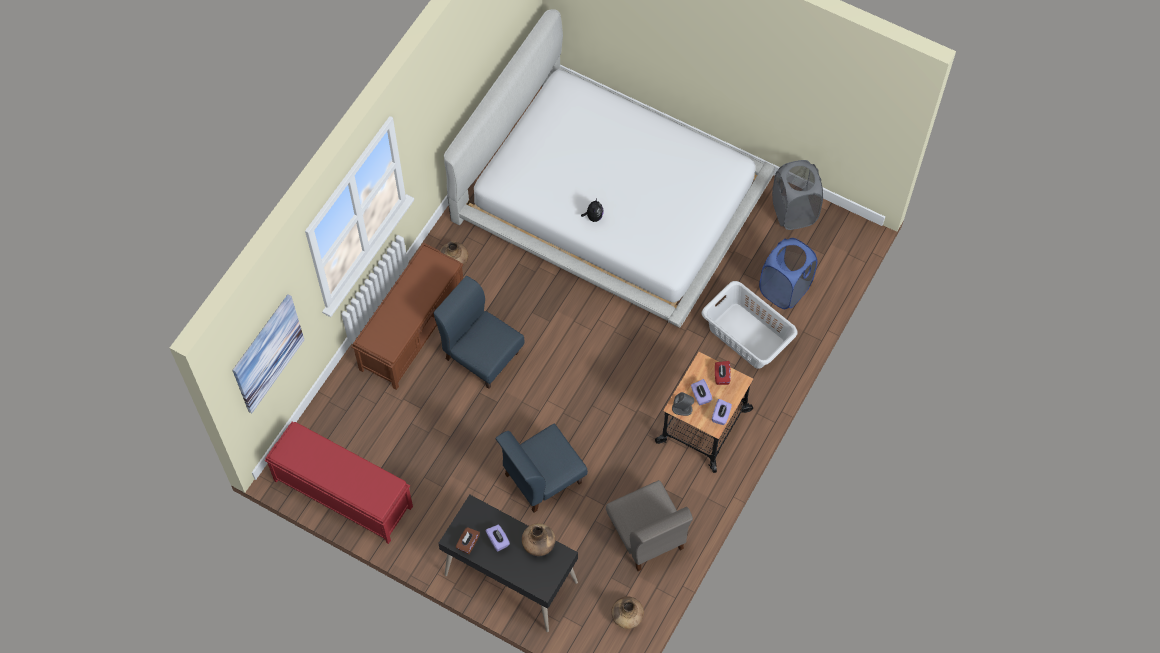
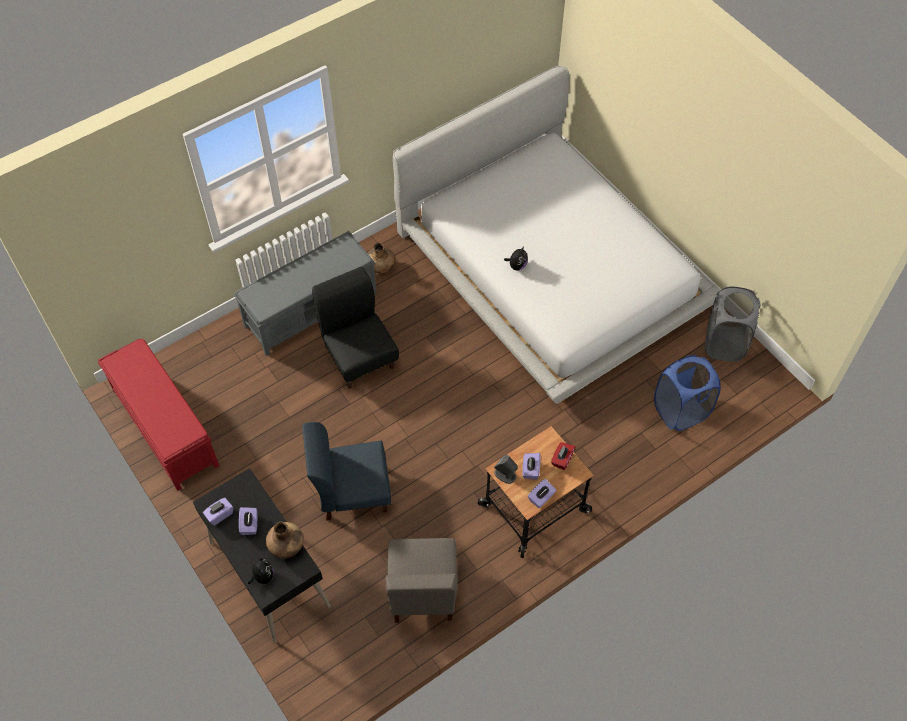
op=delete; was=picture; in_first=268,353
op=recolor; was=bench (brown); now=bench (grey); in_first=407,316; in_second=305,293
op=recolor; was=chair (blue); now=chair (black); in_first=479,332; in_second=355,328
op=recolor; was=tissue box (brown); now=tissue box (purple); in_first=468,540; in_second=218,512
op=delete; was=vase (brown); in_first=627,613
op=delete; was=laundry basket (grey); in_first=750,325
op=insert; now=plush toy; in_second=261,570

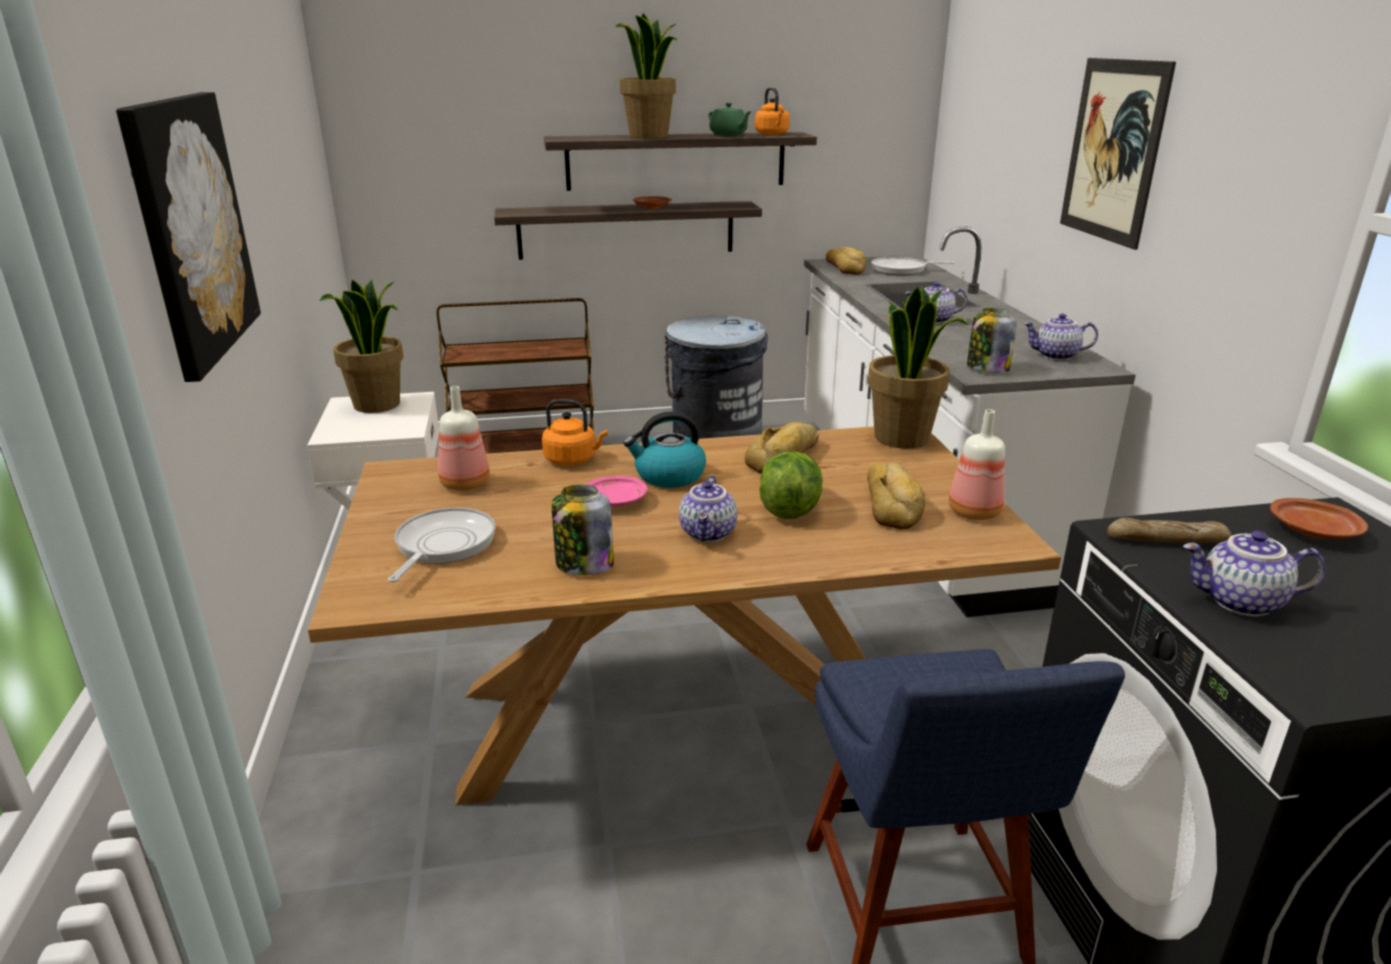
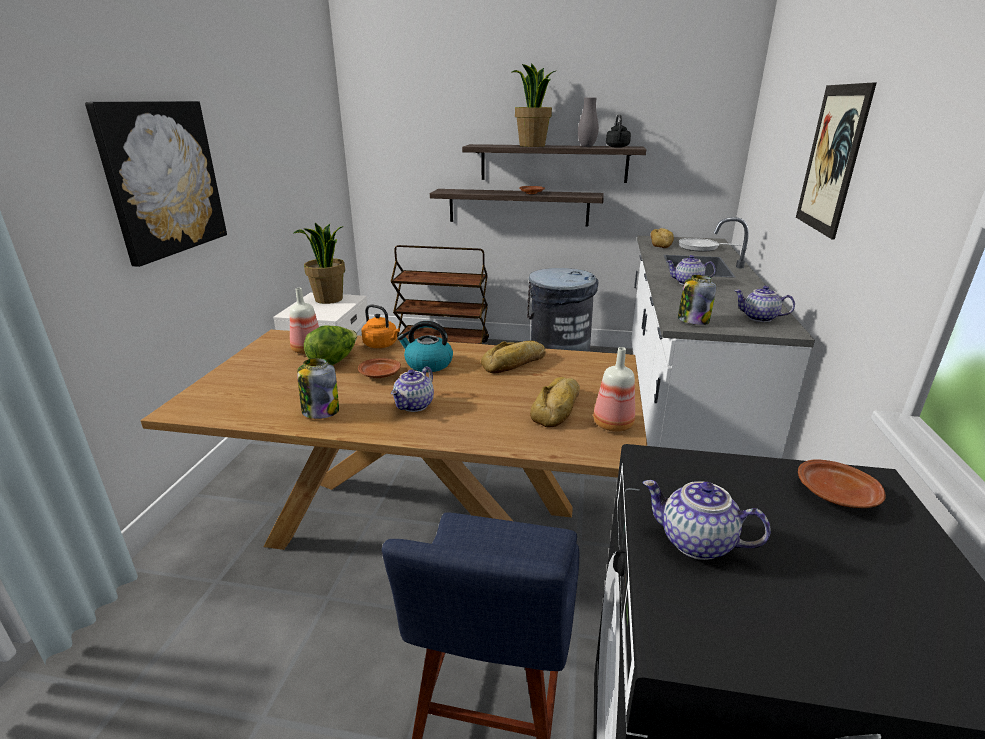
op=delete; was=frying pan; in_first=441,545
op=recolor; was=plate (pink); now=plate (brown); in_first=616,491; in_second=379,368
op=replace; was=teapot (green); now=vase (grey); in_first=730,119; in_second=588,122
op=recolor; was=kettle (orange); now=kettle (black); in_first=772,111; in_second=618,131
op=move; was=lettuce; in_first=791,485; in_second=330,345
op=delete; was=potted plant; in_first=918,368
op=delete; was=bread; in_first=1169,530

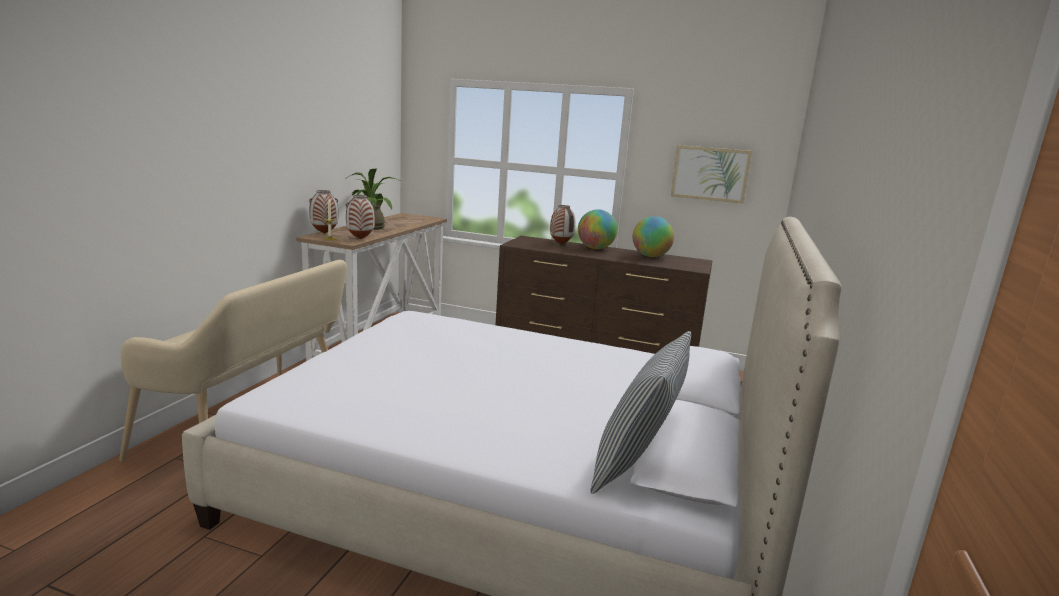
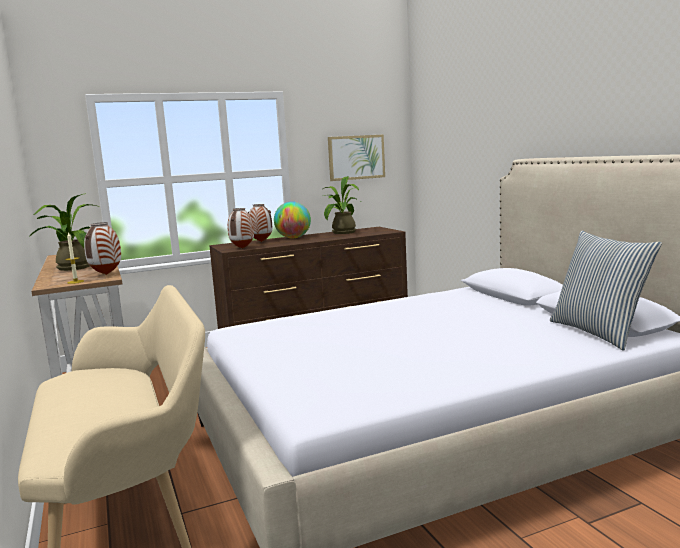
op=move; was=vase; in_first=323,212; in_second=240,228
op=replace; was=globe; now=potted plant; in_first=653,236; in_second=341,205

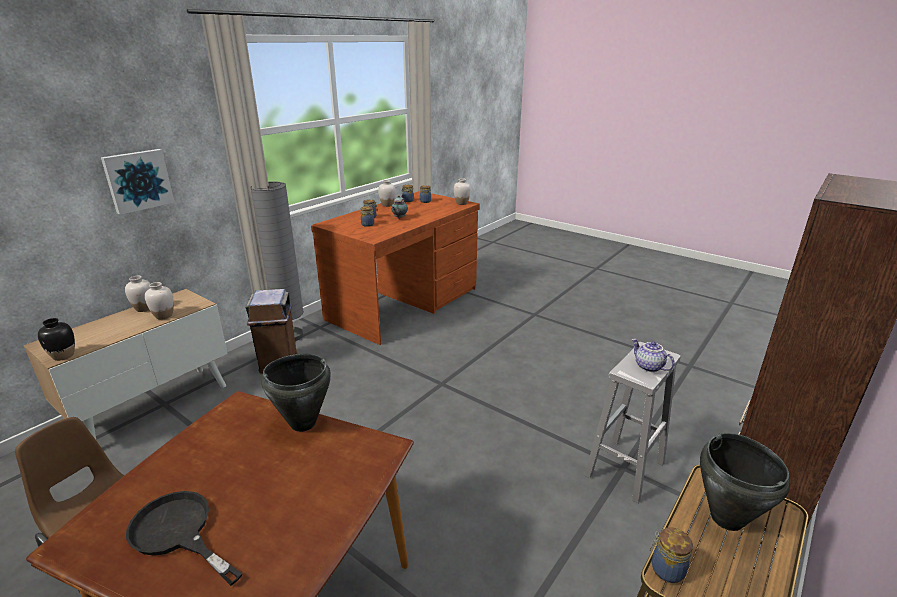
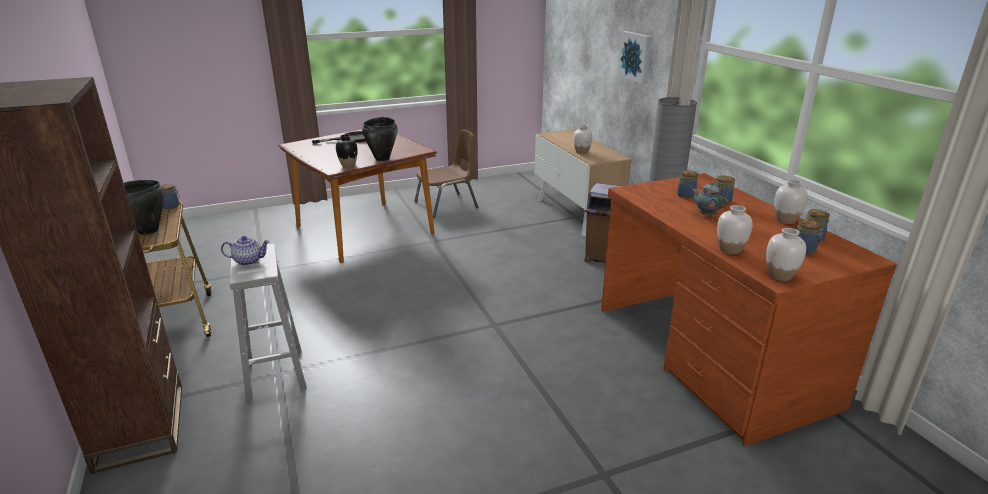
op=move; was=vase (black); in_first=56,339; in_second=347,150
op=move; was=vase (white); in_first=138,294; in_second=735,229

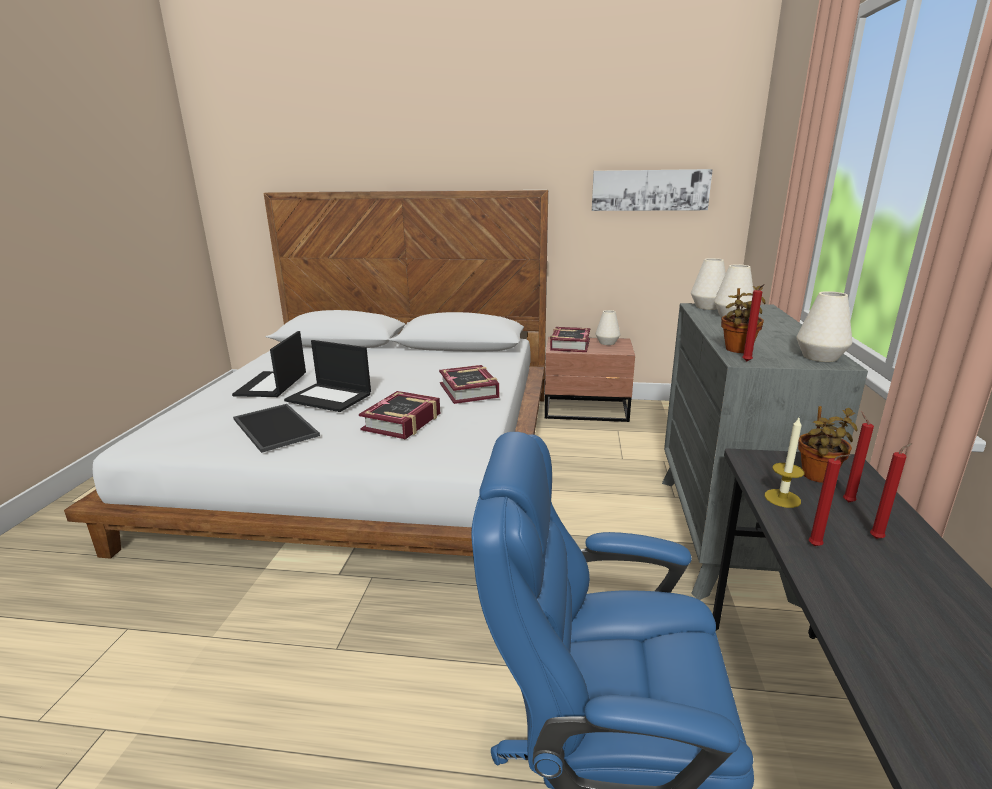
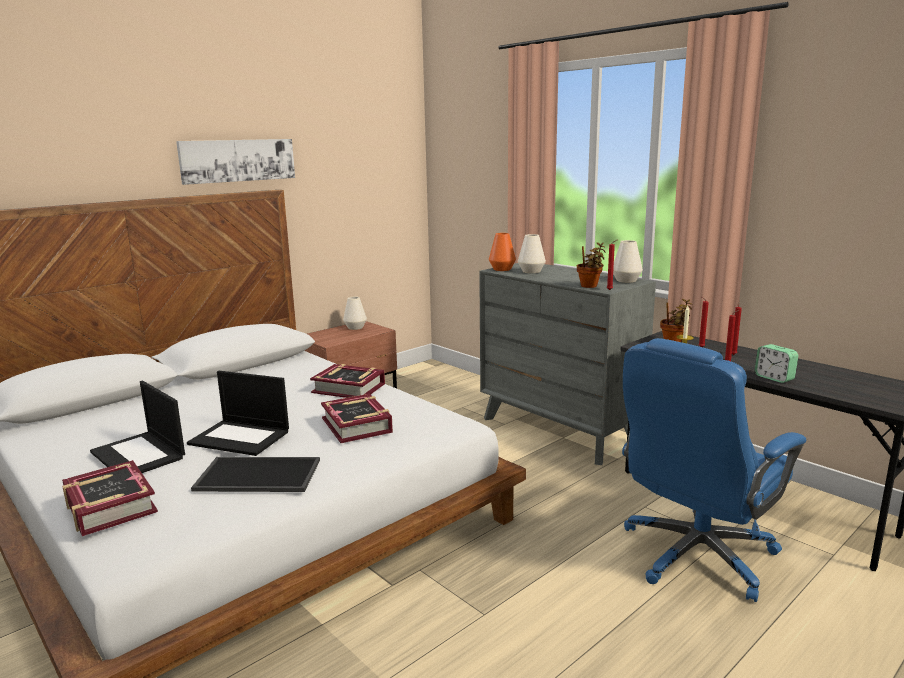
op=rotate; was=laptop; in_first=327,376; in_second=238,413; clockwise=45
op=move; was=book; in_first=570,339; in_second=110,498
op=move; was=picture; in_first=652,190; in_second=235,162
op=recolor; was=vase (white); now=vase (orange); in_first=708,284; in_second=502,252
op=insert; now=alarm clock; in_second=776,363

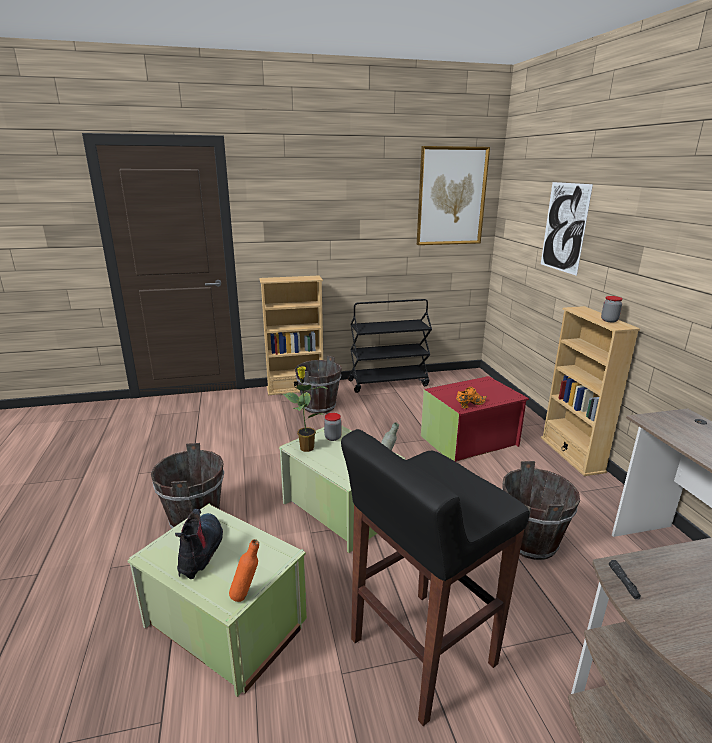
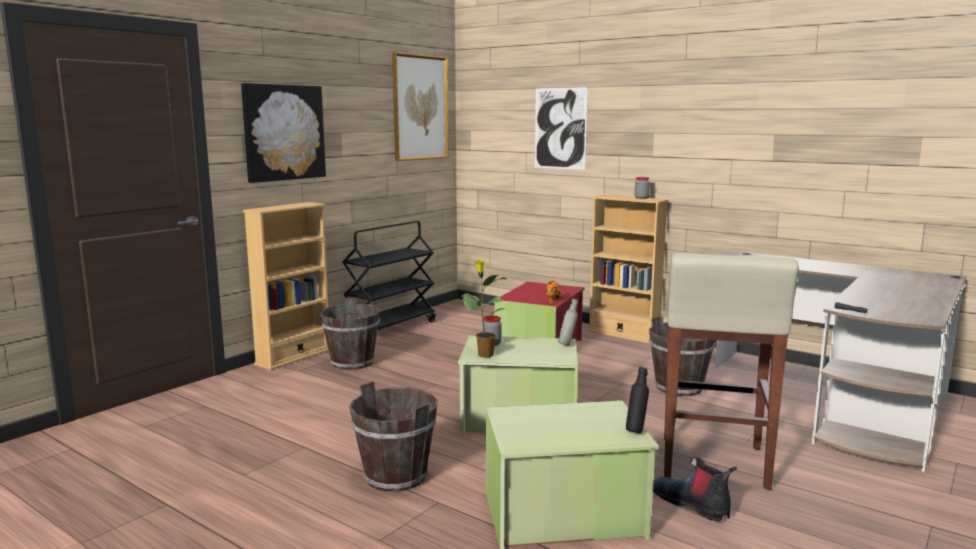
op=move; was=boot; in_first=199,544; in_second=695,489
op=recolor; was=bottle (orange); now=bottle (black); in_first=244,570; in_second=637,400
op=recolor; was=stool (black); now=stool (beige); in_first=435,577; in_second=731,371
op=insert; now=picture; in_second=283,133

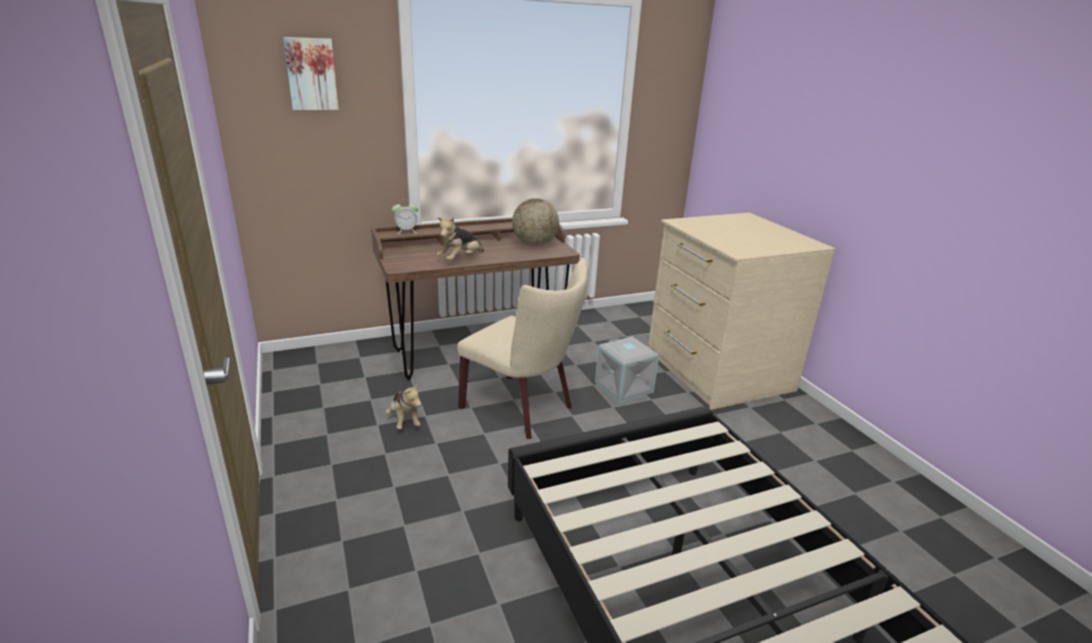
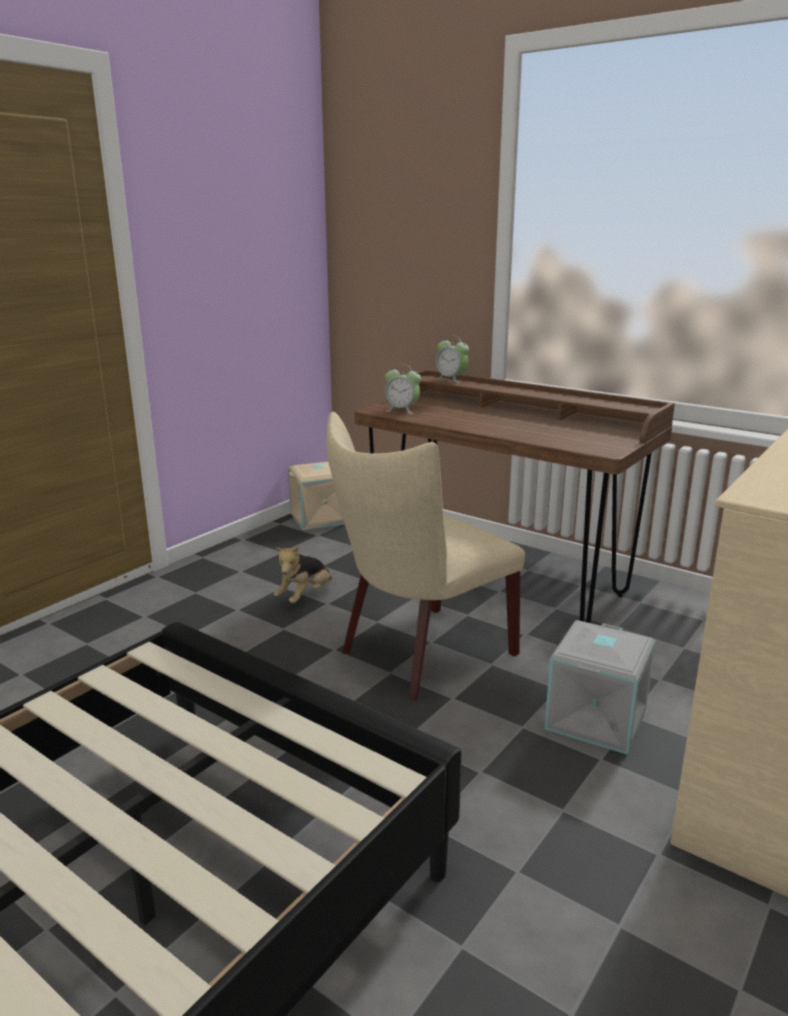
op=delete; was=picture; in_first=311,73
op=delete; was=plush toy; in_first=460,239
op=rotate; was=chair (beige); in_first=522,348; in_second=425,556; clockwise=45
op=delete; was=globe; in_first=535,222
op=insert; now=storage box (beige); in_second=316,496
op=insert; now=alarm clock; in_second=403,389

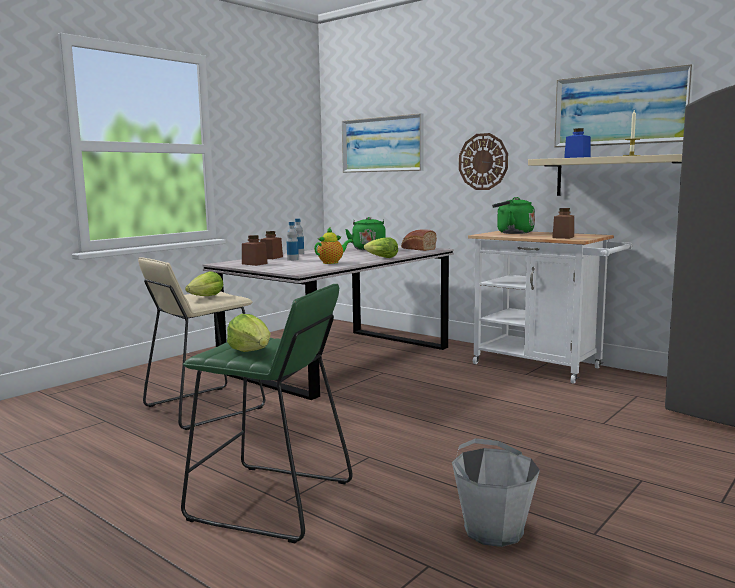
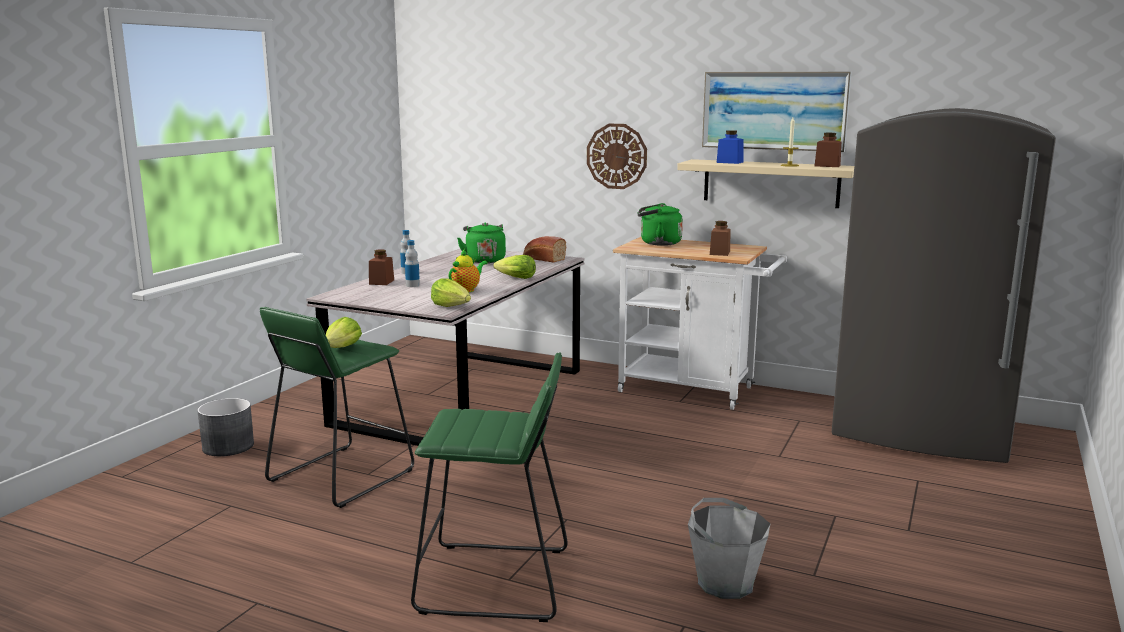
op=recolor; was=stool (beige); now=stool (green); in_first=201,343; in_second=337,407
op=move; was=lettuce; in_first=248,333; in_second=451,292
op=move; was=jar (brown); in_first=255,250; in_second=828,150
op=delete; was=picture; in_first=382,143
op=insert; now=planter (grey); in_second=225,427

